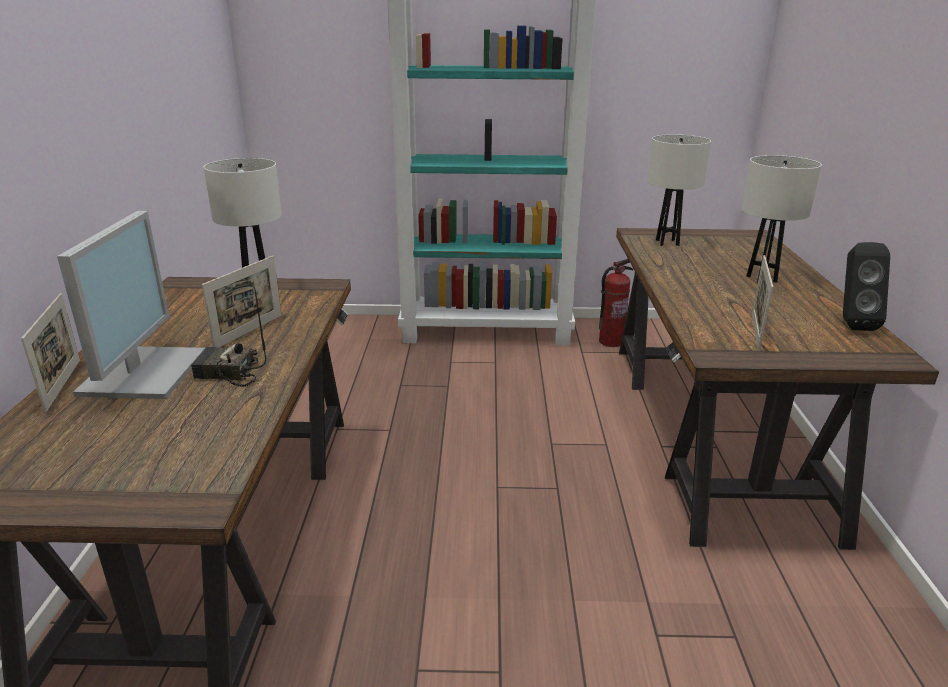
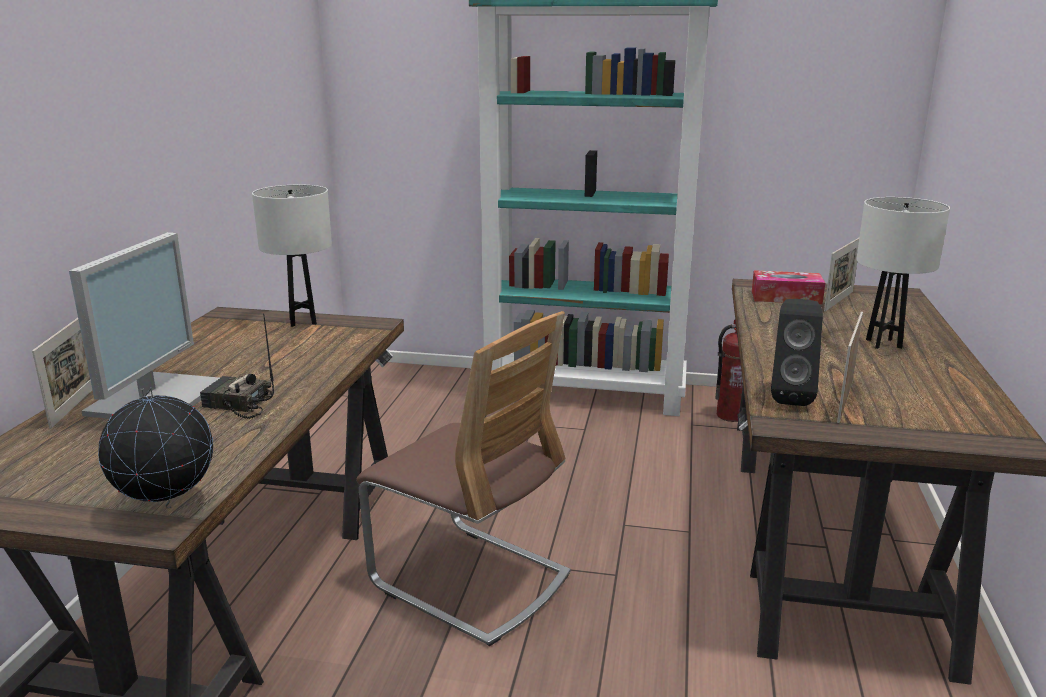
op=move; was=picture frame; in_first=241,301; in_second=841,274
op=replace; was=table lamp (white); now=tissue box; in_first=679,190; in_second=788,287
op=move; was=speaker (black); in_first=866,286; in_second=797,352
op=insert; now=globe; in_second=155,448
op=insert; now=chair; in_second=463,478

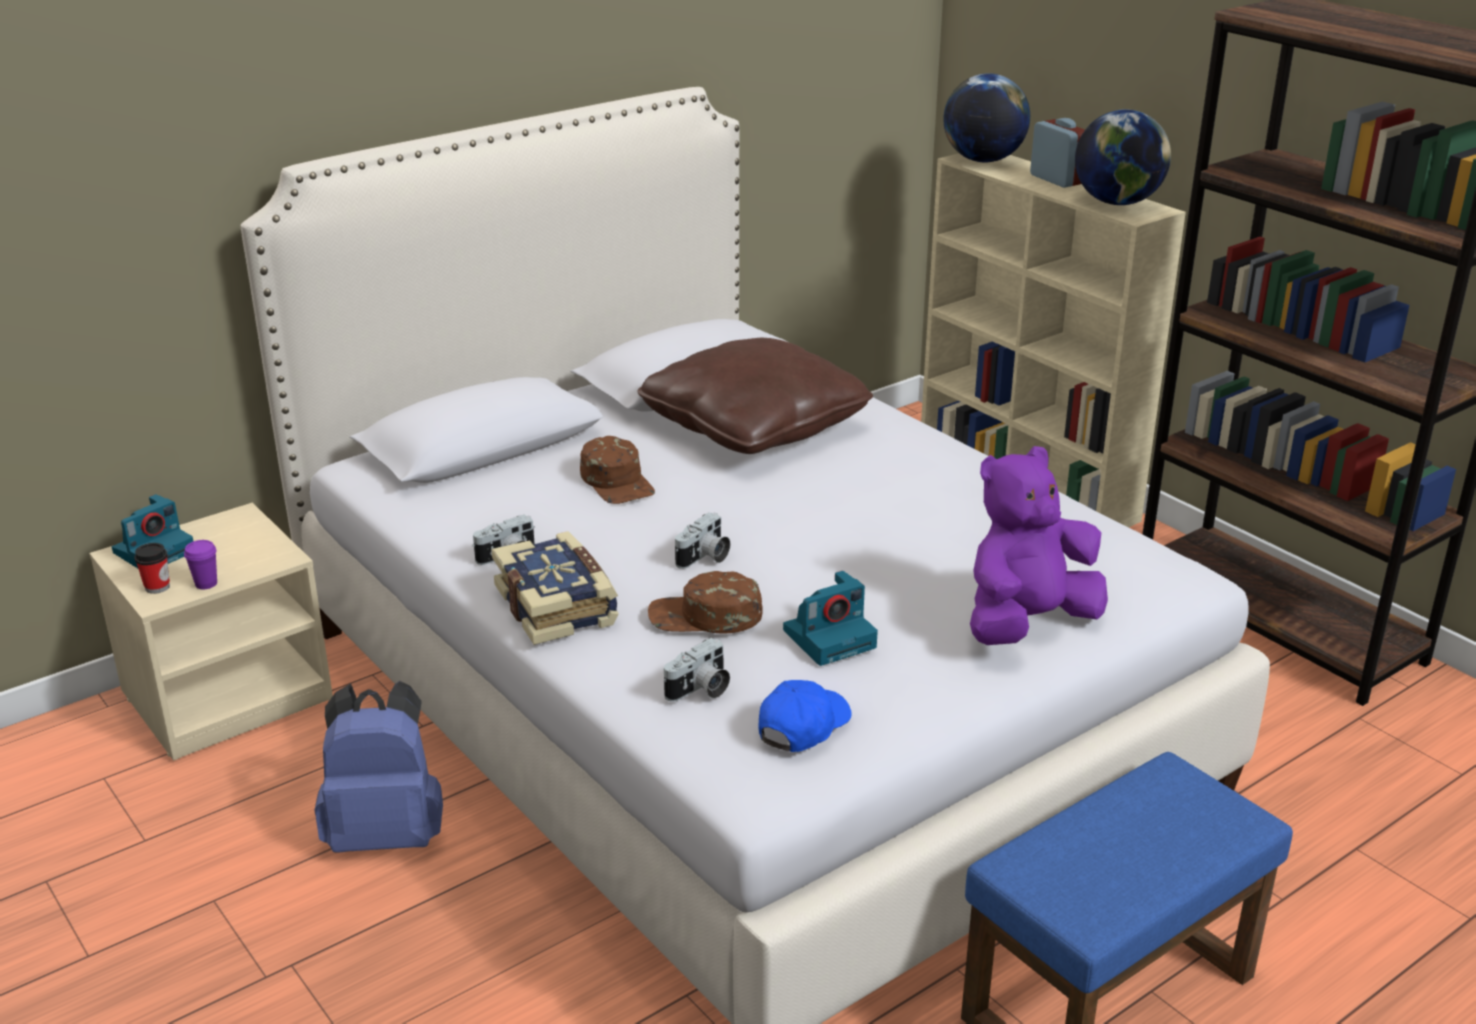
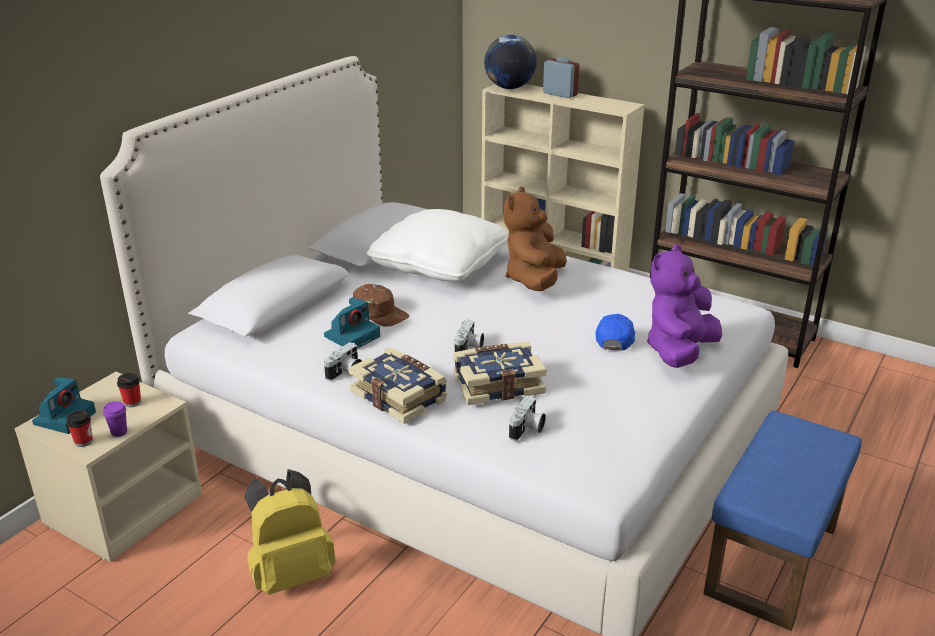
op=recolor; was=backpack (blue); now=backpack (yellow); in_first=378,767; in_second=290,532
op=recolor; was=pillow (brown); now=pillow (white); in_first=755,396; in_second=437,245
op=replace; was=cap (brown); now=book; in_first=705,602; in_second=500,373
op=move; was=cap (blue); in_first=805,716; in_second=615,332
op=move; was=photo camera; in_first=830,618; in_second=352,323
op=delete; was=globe; in_first=1123,157
op=insert; now=cup; in_second=129,390
op=insert; now=plush toy (brown); in_second=535,239

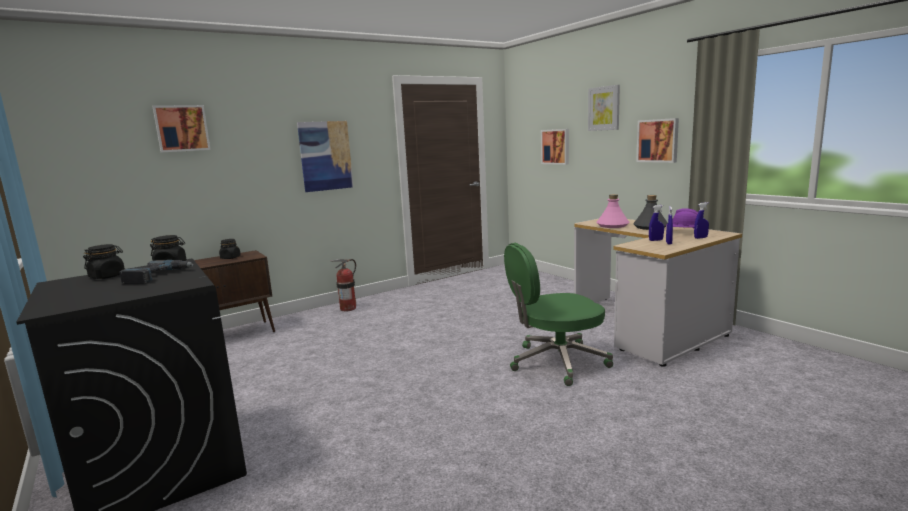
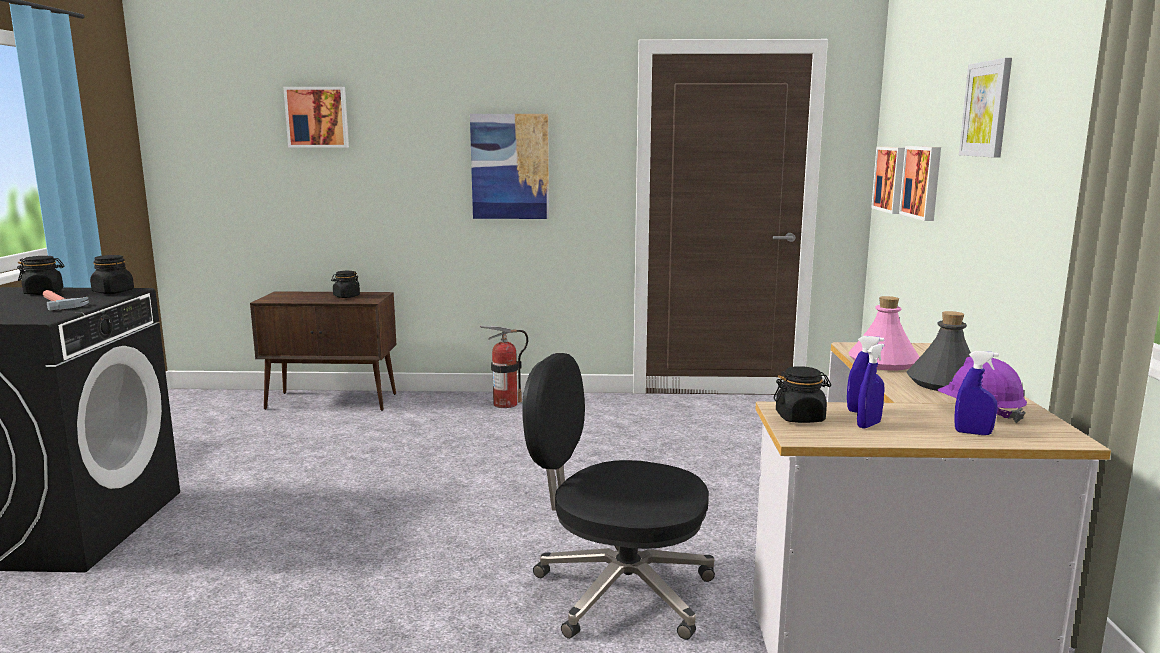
op=replace; was=power drill; now=hammer; in_first=156,272; in_second=66,300
op=recolor; was=office chair (green); now=office chair (black); in_first=558,314; in_second=618,496
op=move; was=picture; in_first=657,140; in_second=888,180
op=insert; now=jar (black); in_second=802,394

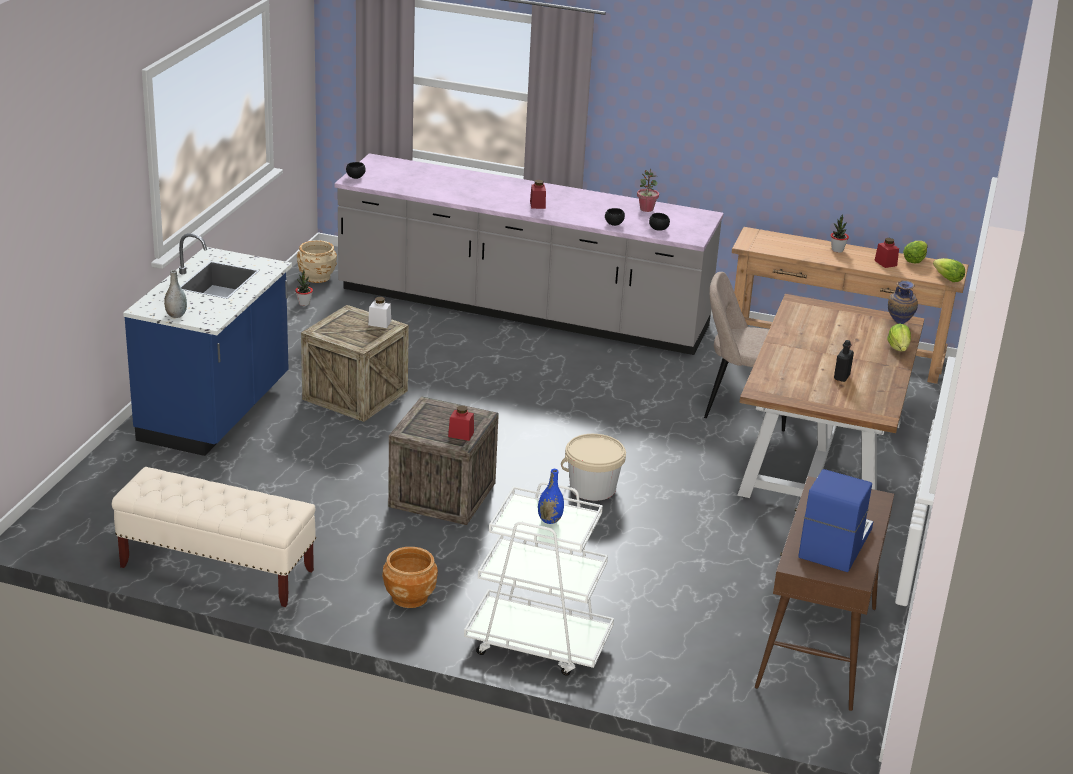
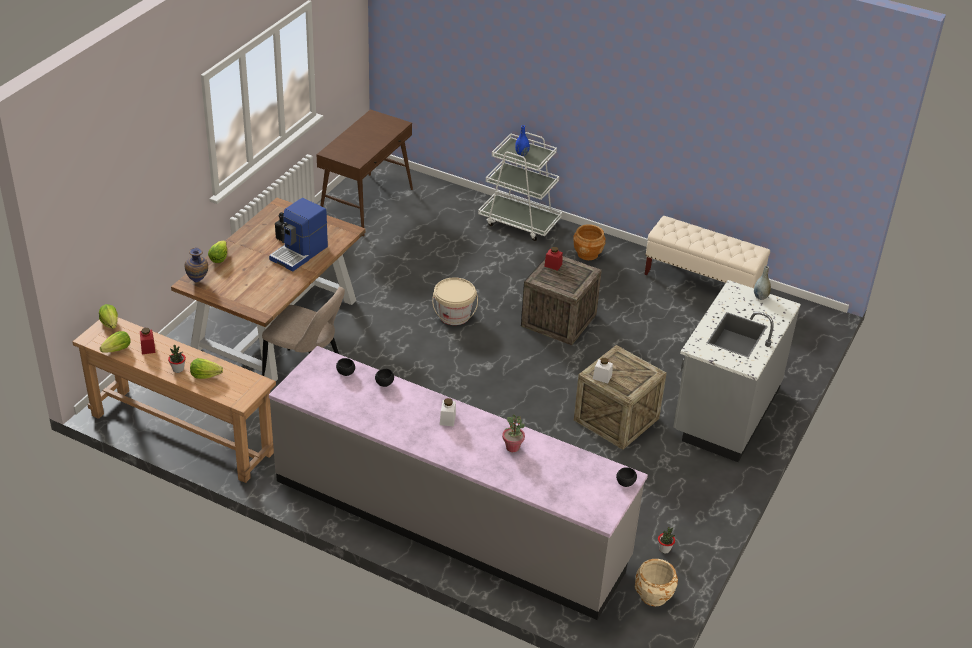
op=recolor; was=counter (blue); now=counter (grey); in_first=207,344; in_second=737,371
op=recolor; was=jar (red); now=jar (white); in_first=538,194; in_second=448,412
op=move; was=potted plant; in_first=648,190; in_second=513,433
op=move; was=coffee machine; in_first=835,520; in_second=298,235
op=insert; now=lettuce; in_second=206,368

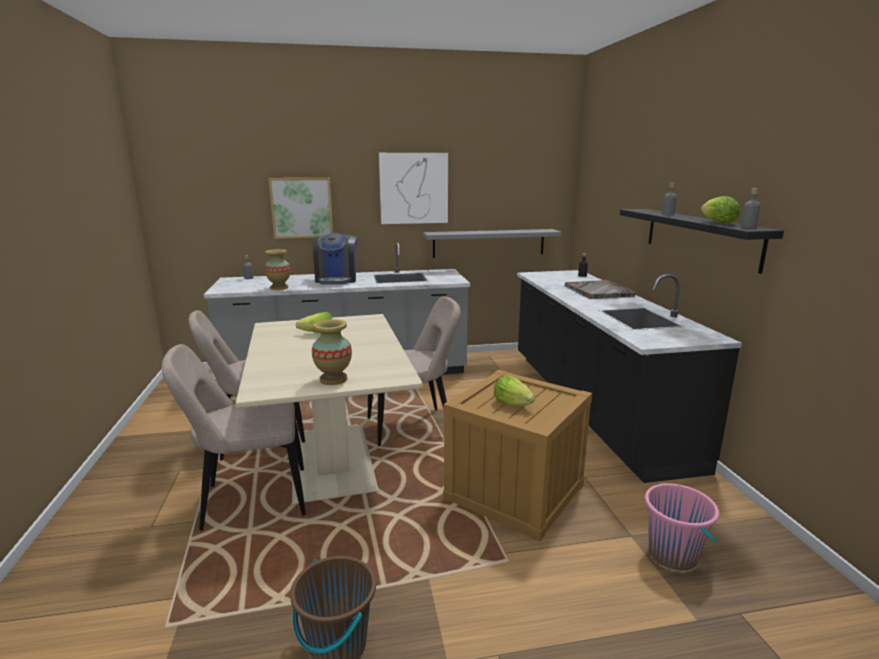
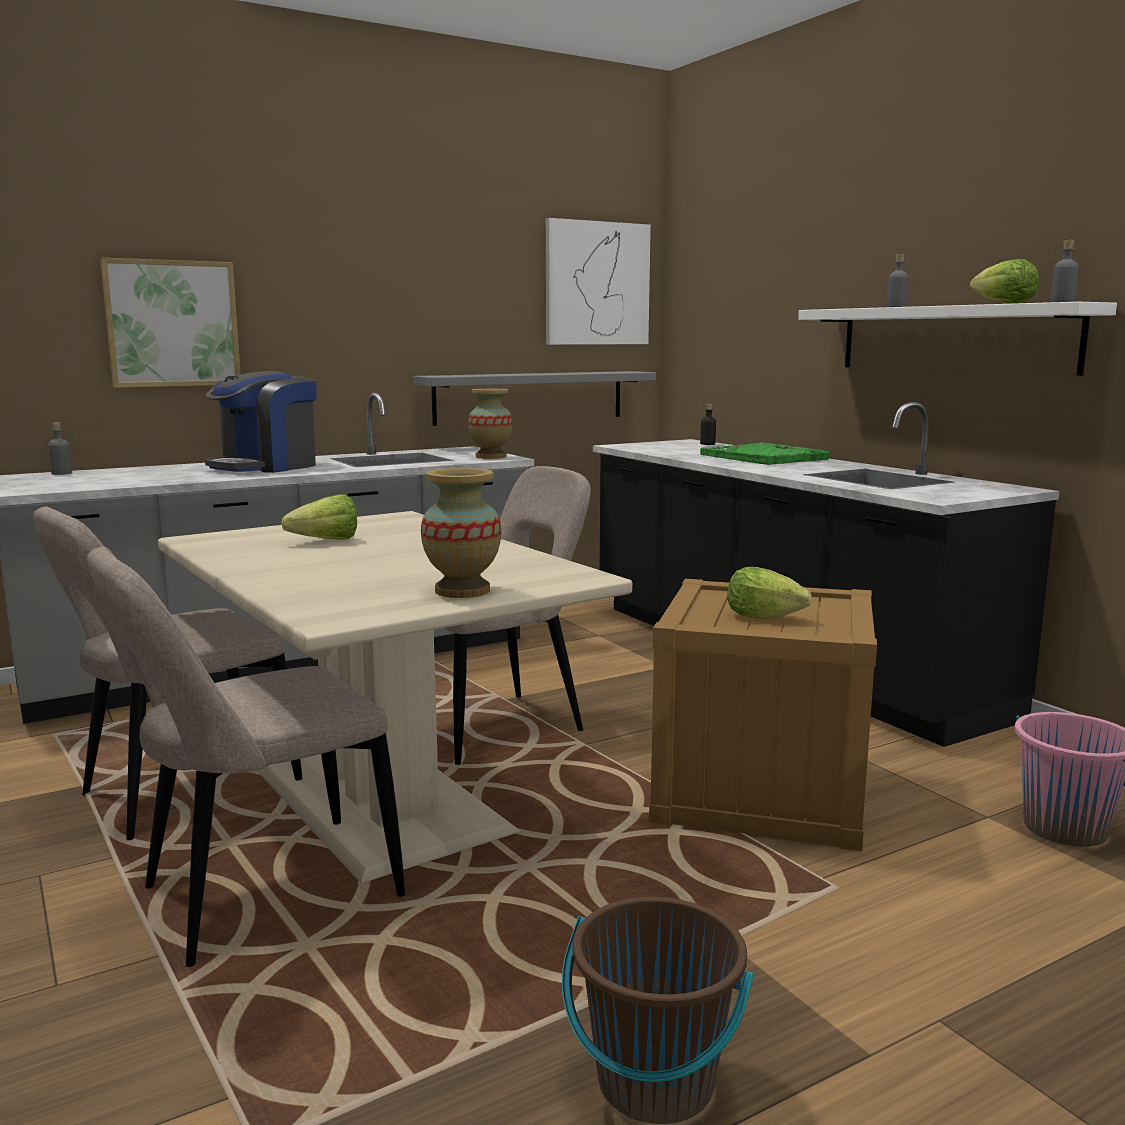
op=move; was=vase; in_first=277,269; in_second=490,424
op=rotate; was=coffee machine; in_first=335,259; in_second=261,422; clockwise=60
op=move; was=picture; in_first=413,188; in_second=598,281
op=recolor; was=tray (grey); now=tray (green); in_first=600,289; in_second=765,454
op=recolor; was=shelf (black); now=shelf (white); in_first=702,241; in_second=957,339

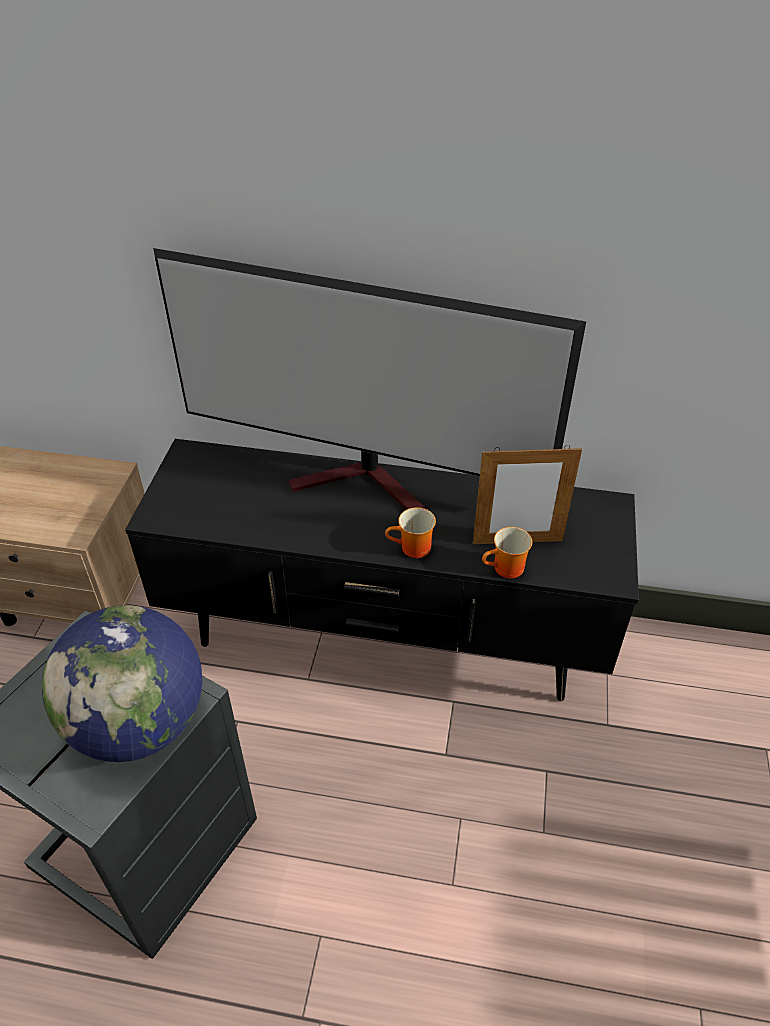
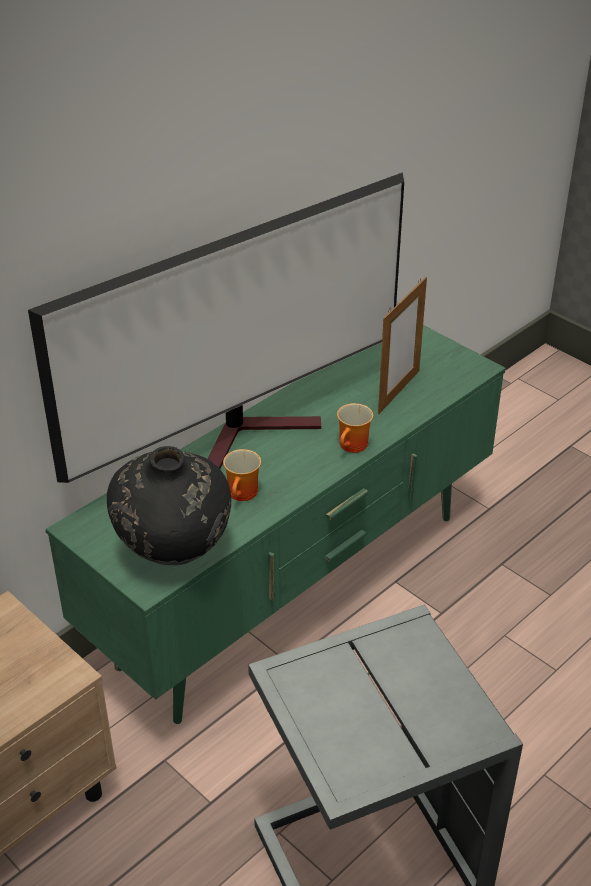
op=delete; was=globe; in_first=122,683
op=recolor; was=tv stand (black); now=tv stand (green); in_first=382,570; in_second=276,524
op=move; was=mug; in_first=507,552; in_second=242,475
op=insert; now=vase (black); in_second=169,506

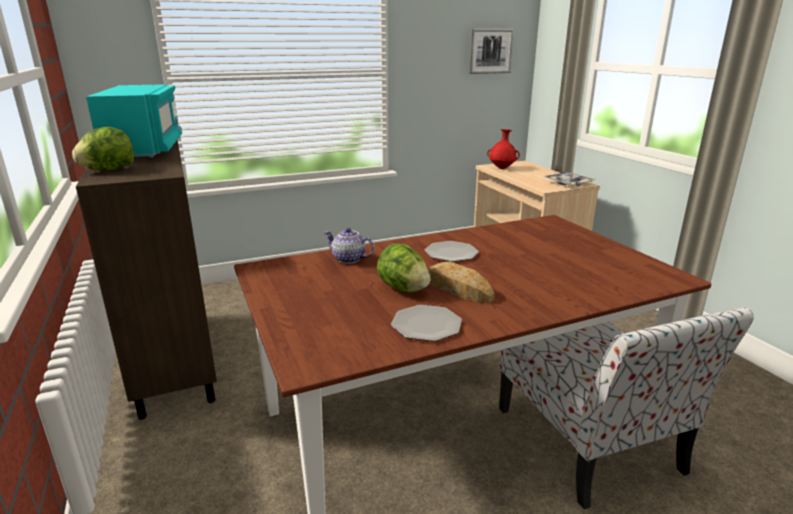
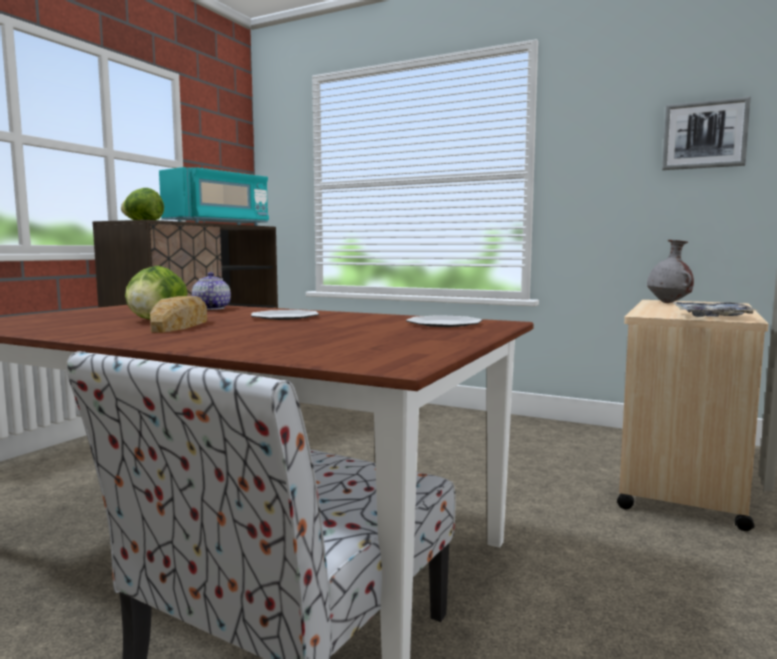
op=move; was=plate; in_first=426,323; in_second=444,321
op=recolor; was=vase (red); now=vase (grey); in_first=503,149; in_second=670,271

